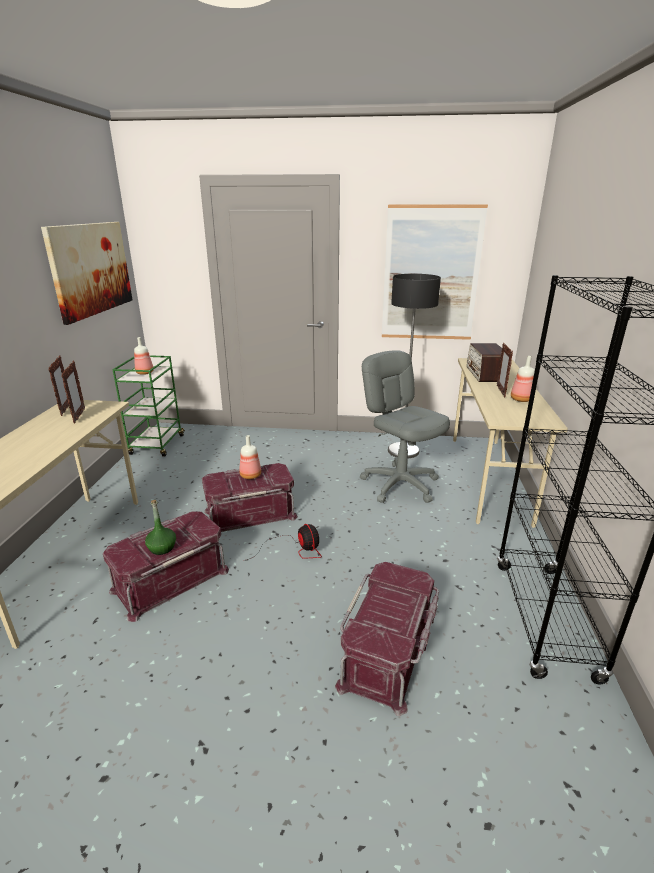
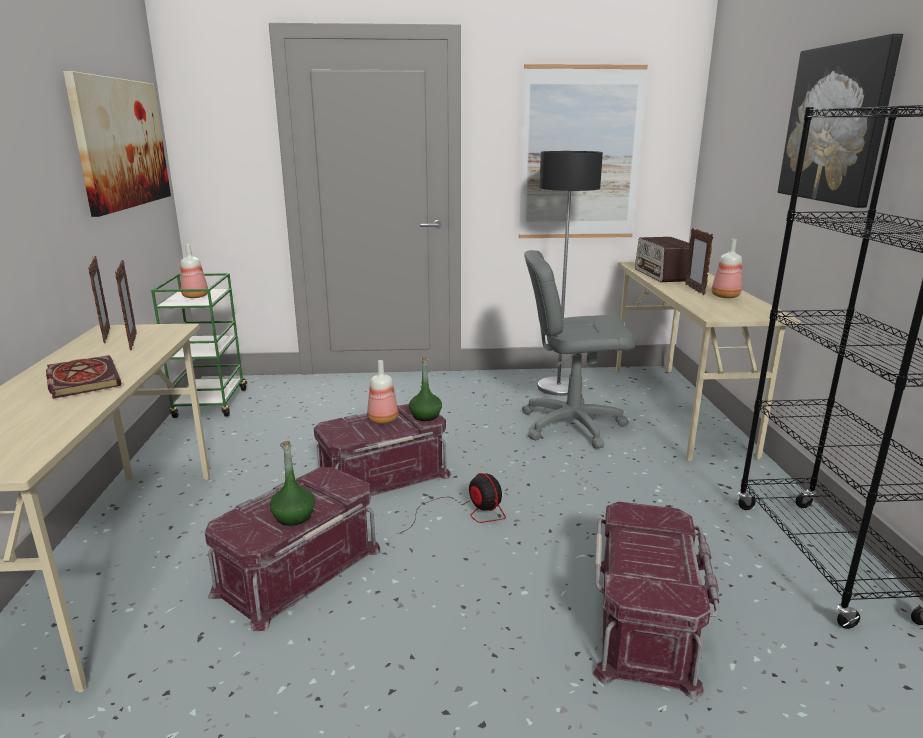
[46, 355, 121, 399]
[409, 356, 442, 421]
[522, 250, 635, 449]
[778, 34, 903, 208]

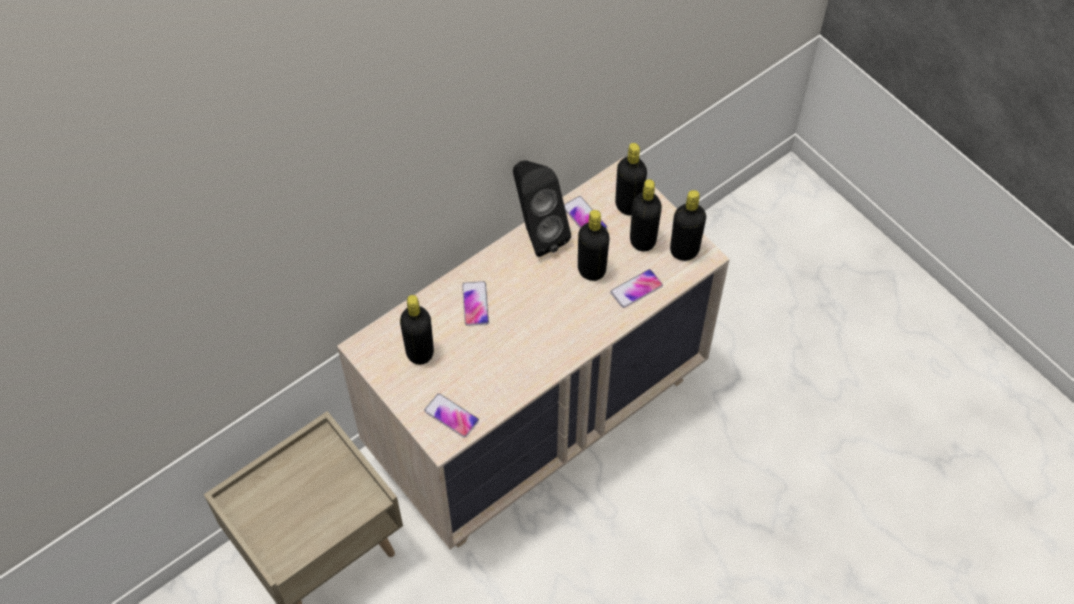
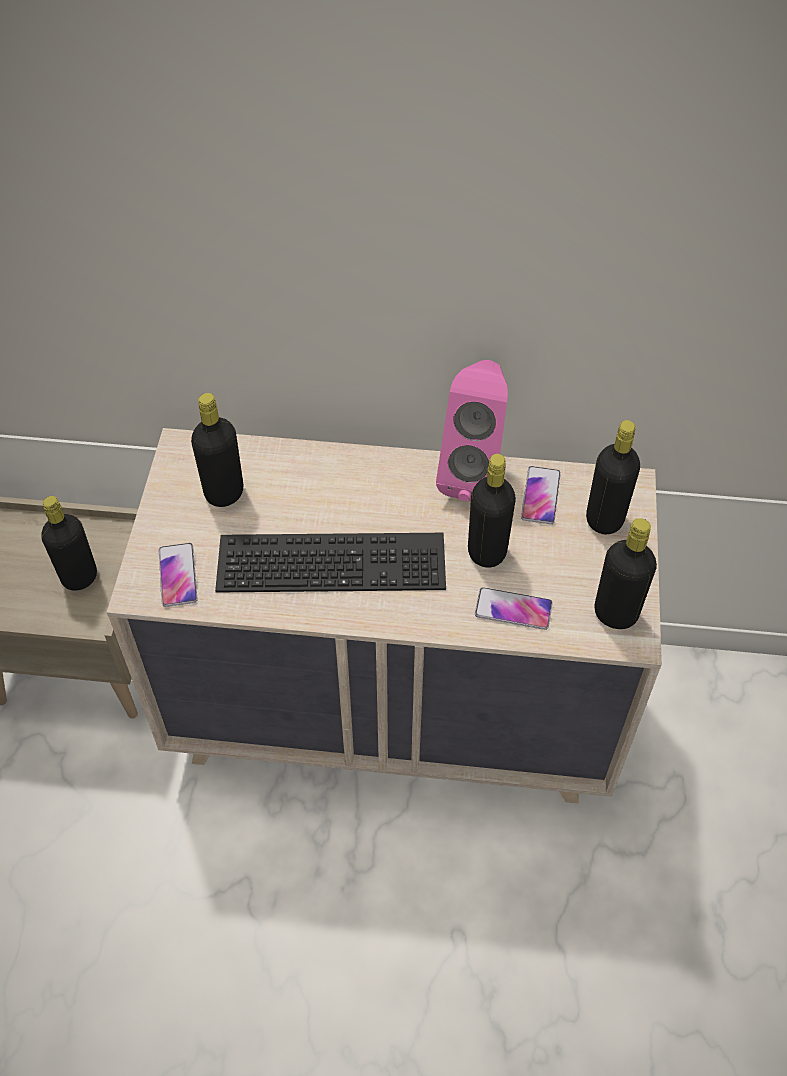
[41, 496, 97, 591]
[215, 533, 446, 593]
[436, 360, 508, 501]
[462, 281, 489, 326] (first image)

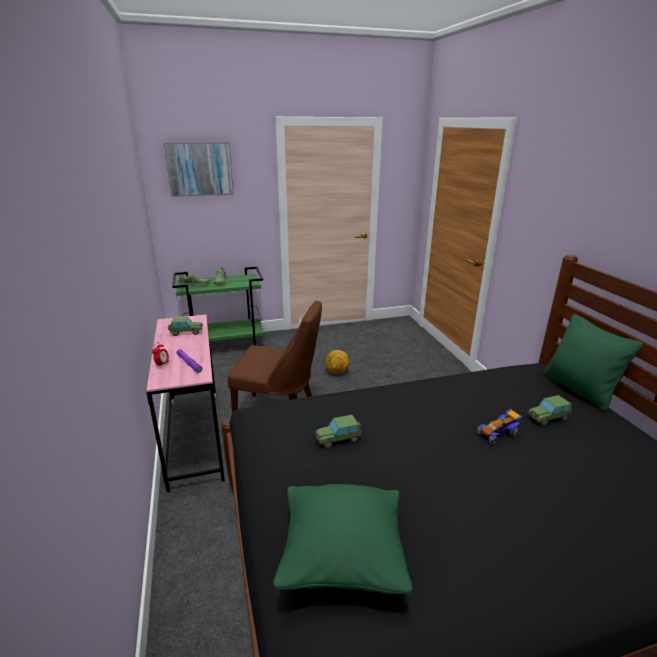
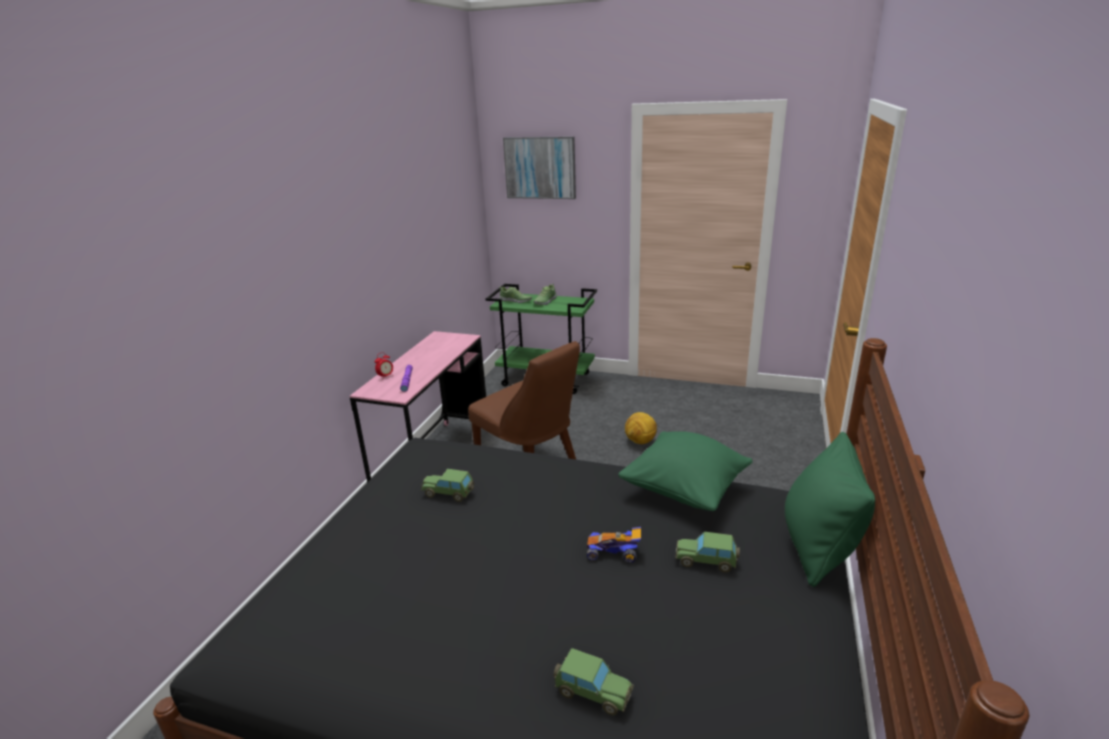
[554, 648, 634, 715]
[618, 431, 753, 511]

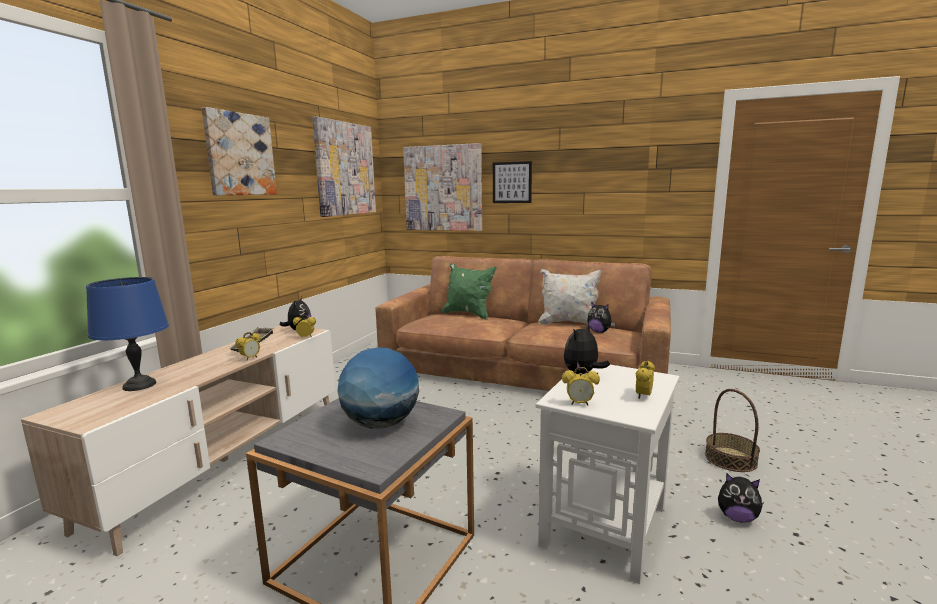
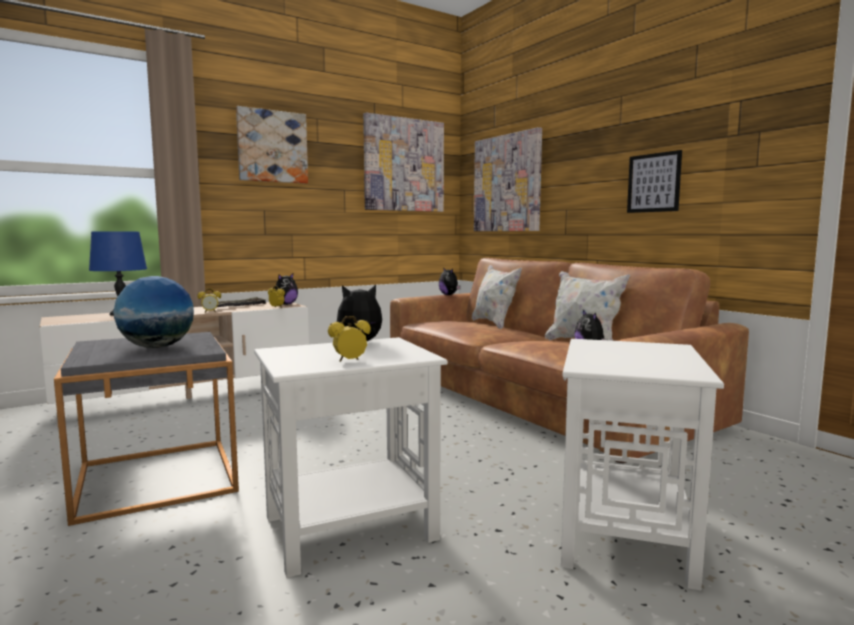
[439, 267, 461, 295]
[472, 265, 522, 329]
[561, 339, 724, 591]
[627, 150, 682, 213]
[562, 367, 600, 405] (first image)

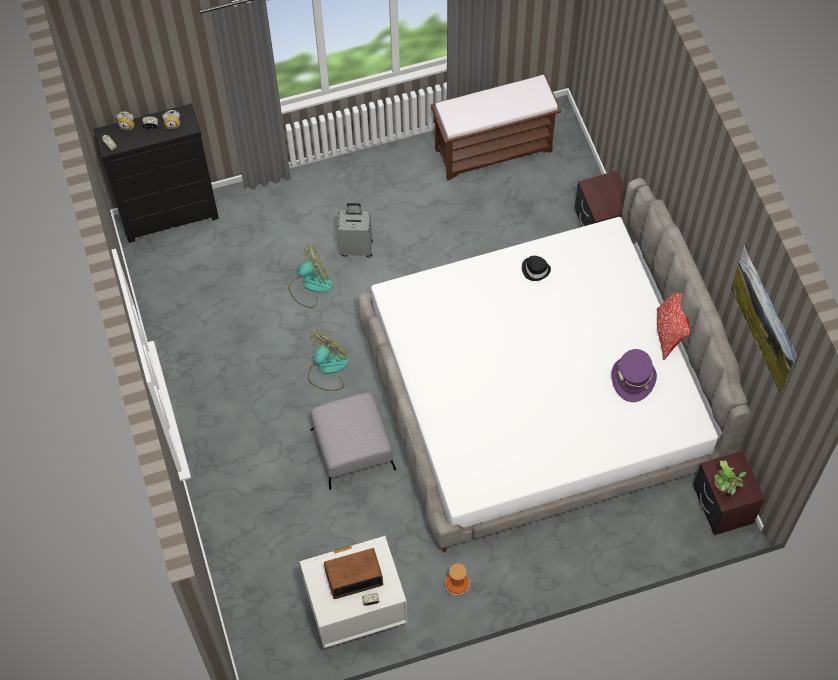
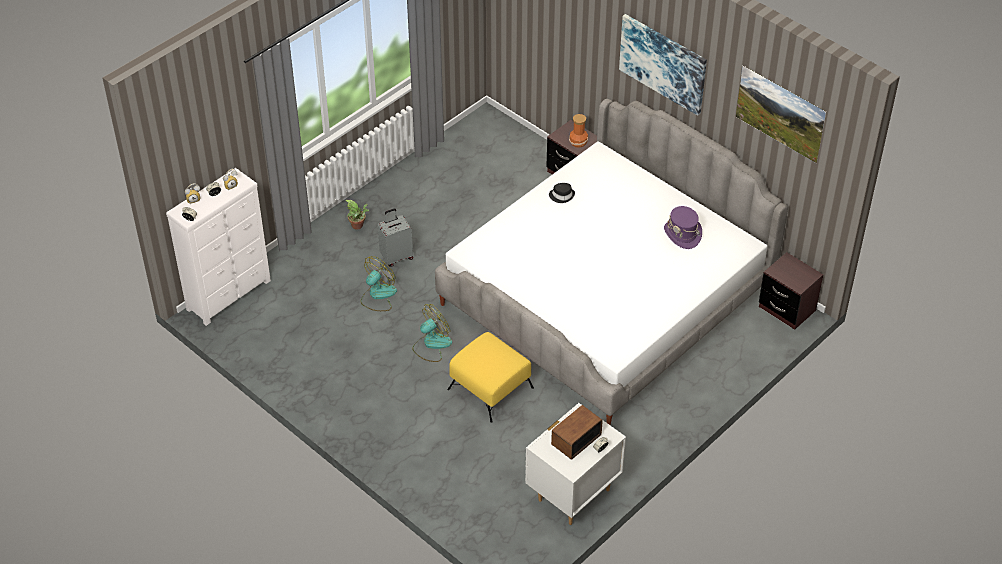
[166, 168, 271, 326]
[346, 200, 369, 230]
[413, 304, 452, 362]
[447, 332, 534, 423]
[569, 114, 588, 148]
[619, 14, 707, 116]
[431, 74, 561, 180] (first image)
[657, 293, 690, 360] (first image)

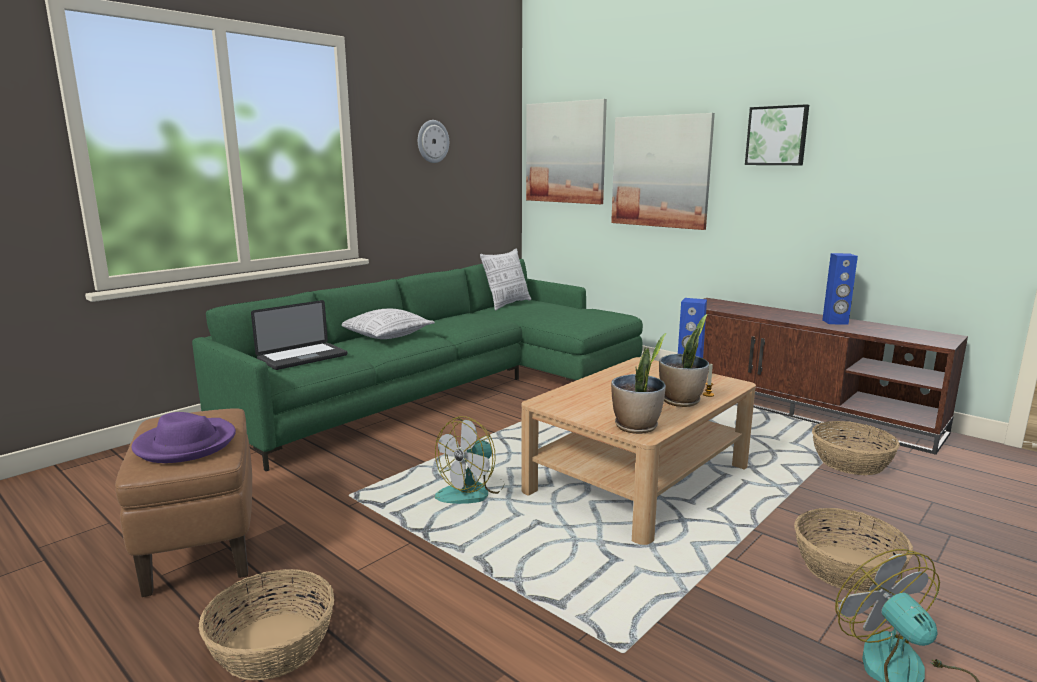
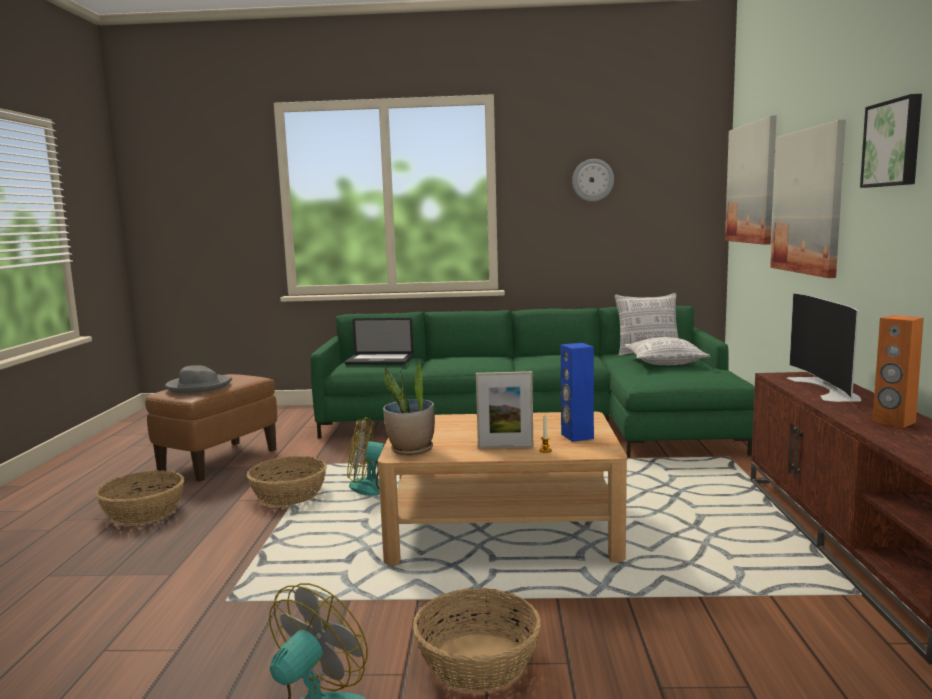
[165, 365, 232, 394]
[247, 456, 327, 507]
[476, 371, 533, 449]
[625, 337, 710, 365]
[786, 293, 861, 402]
[872, 315, 924, 428]

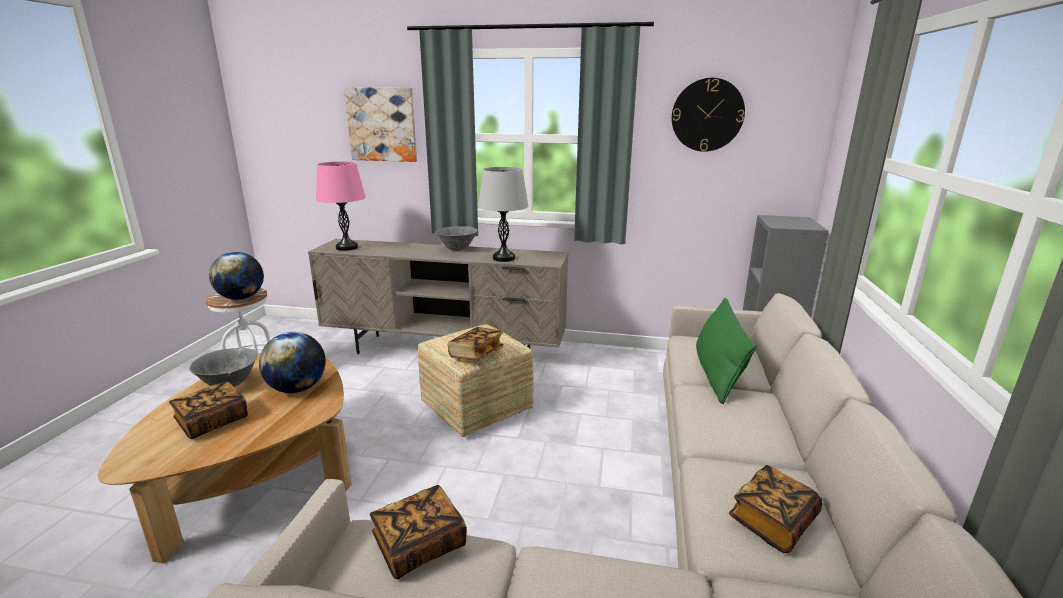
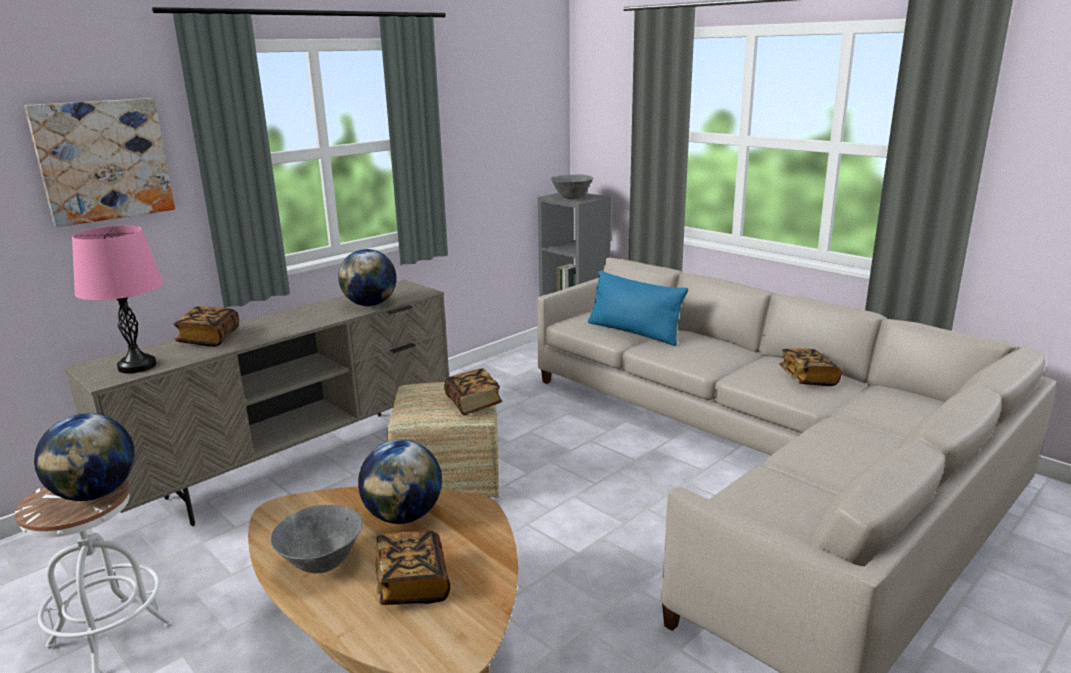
[173, 306, 239, 347]
[338, 249, 397, 306]
[551, 174, 593, 199]
[588, 270, 688, 346]
[672, 78, 745, 152] (first image)

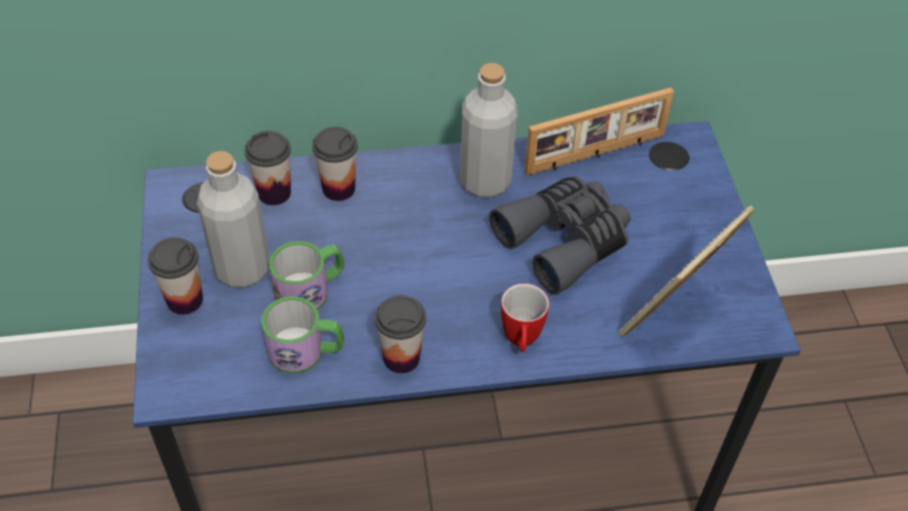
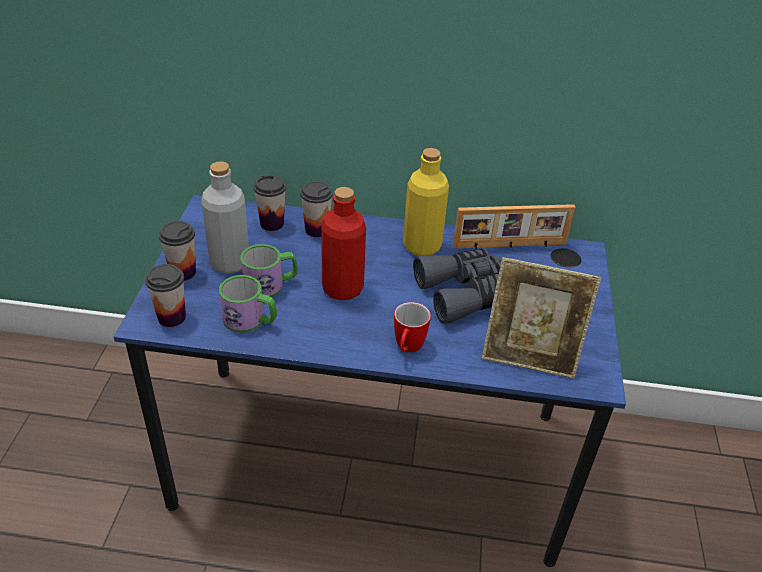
[145, 264, 186, 327]
[321, 187, 366, 300]
[403, 148, 449, 256]
[481, 257, 601, 379]

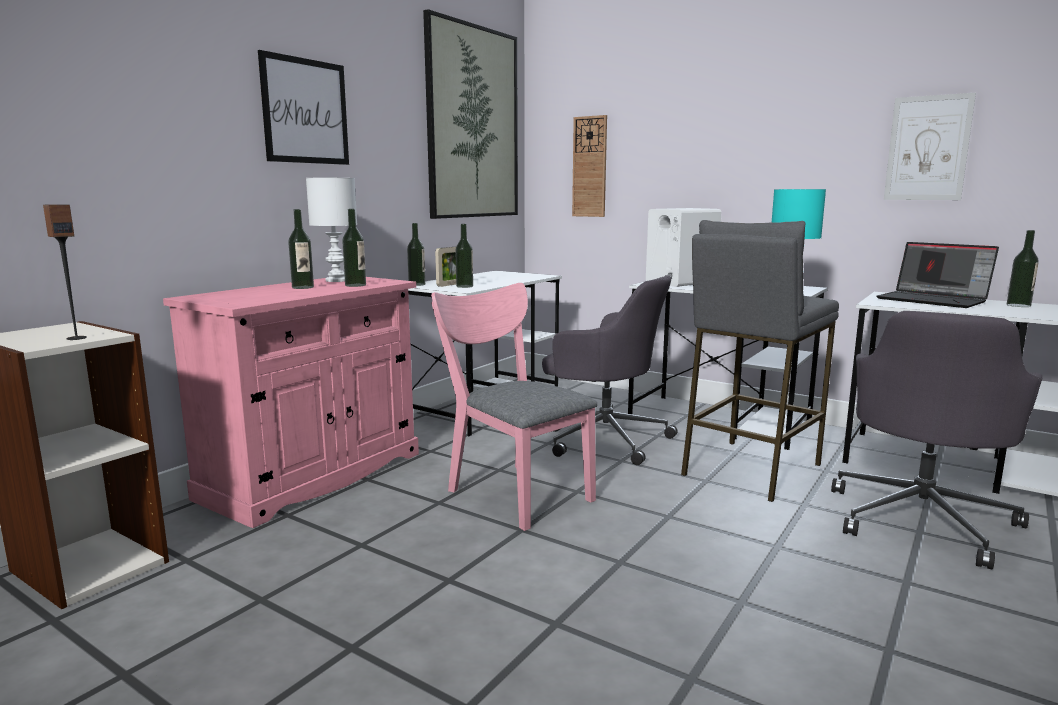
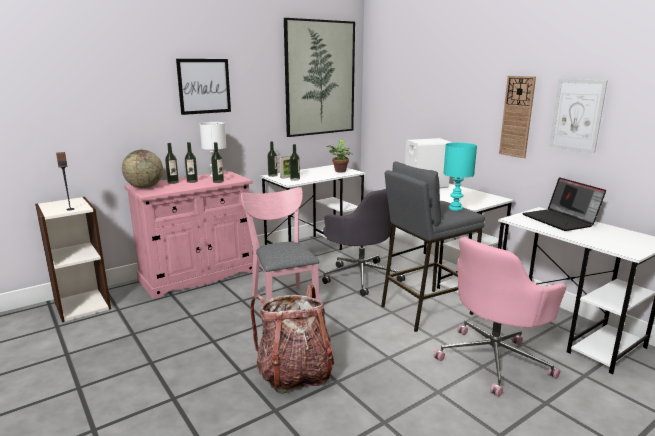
[122, 150, 163, 189]
[165, 143, 179, 184]
[250, 284, 334, 394]
[327, 140, 352, 173]
[434, 237, 567, 397]
[499, 76, 536, 158]

